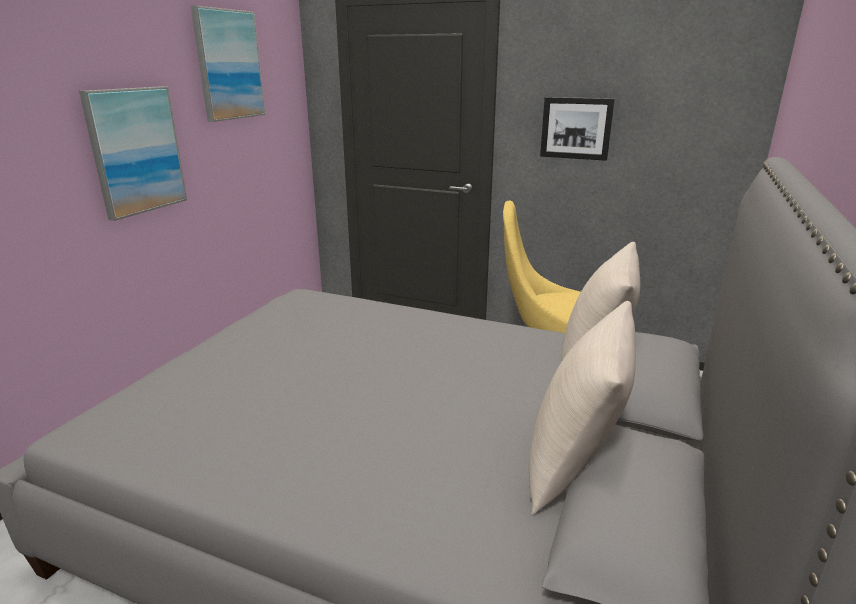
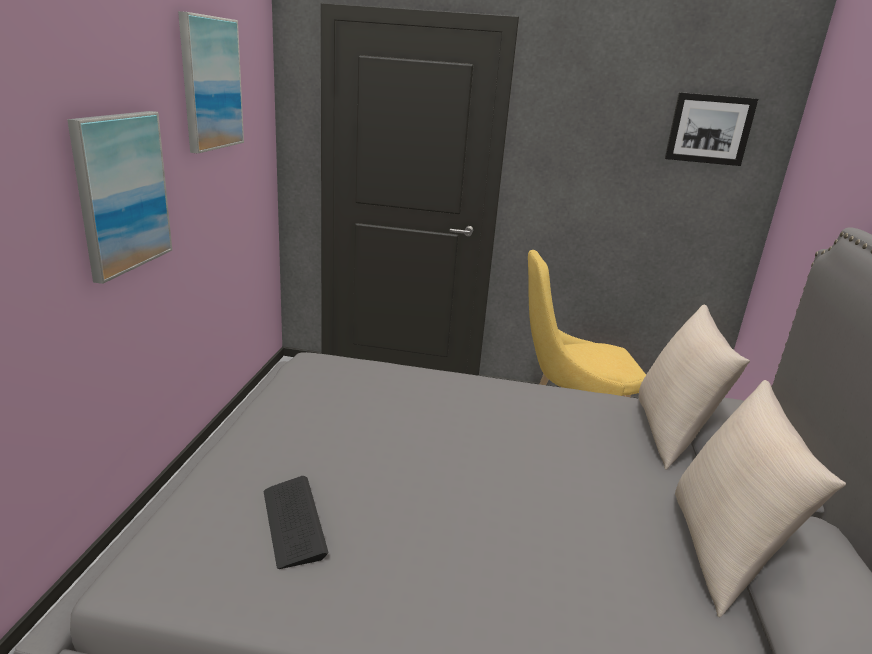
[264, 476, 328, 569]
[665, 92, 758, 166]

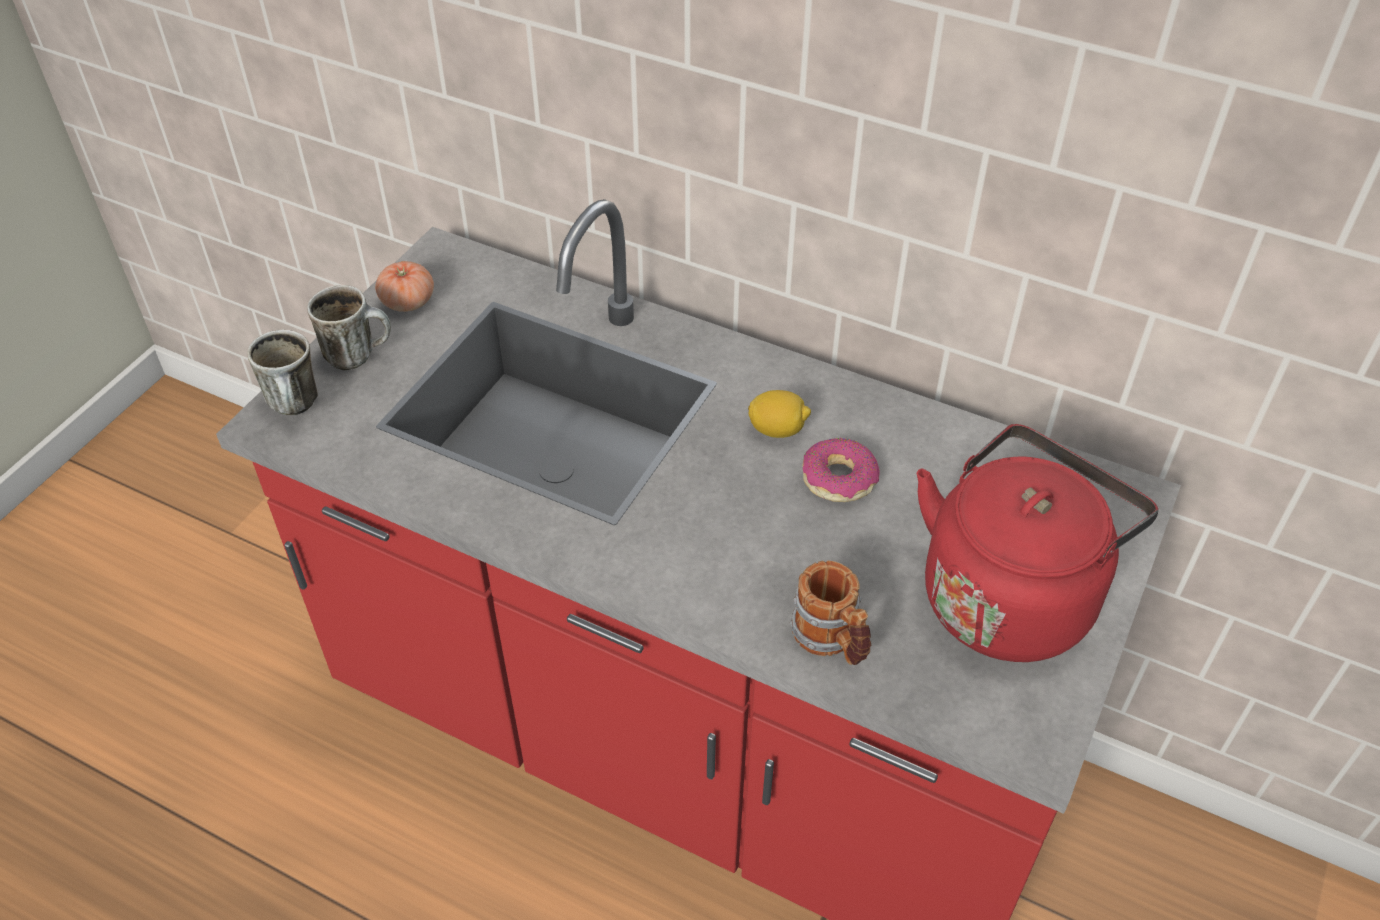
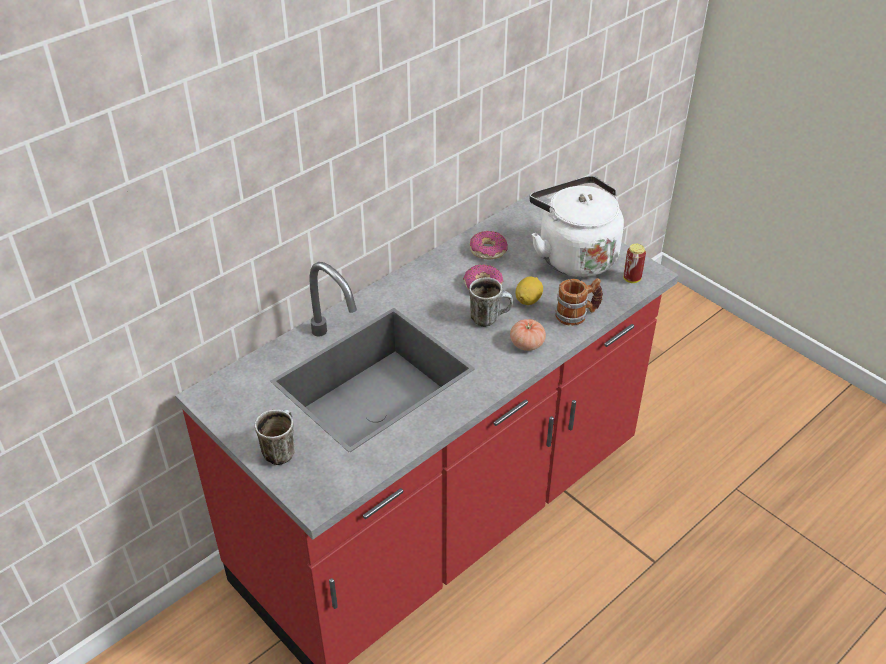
[469, 277, 513, 327]
[470, 231, 508, 259]
[510, 319, 546, 351]
[516, 276, 543, 305]
[530, 176, 624, 277]
[623, 244, 646, 283]

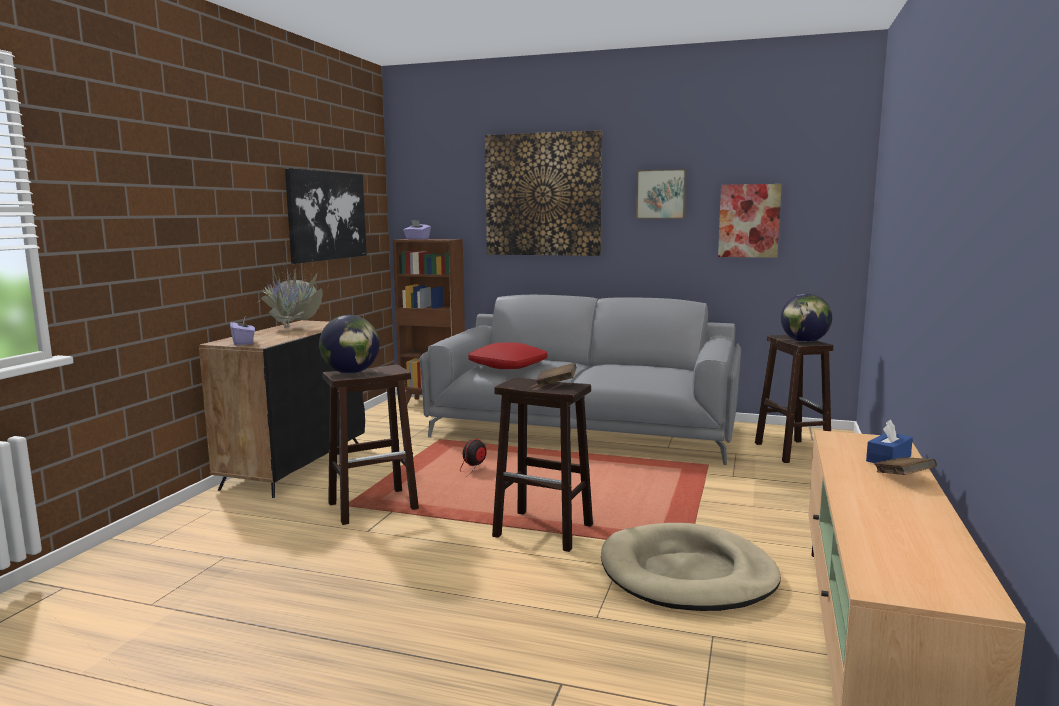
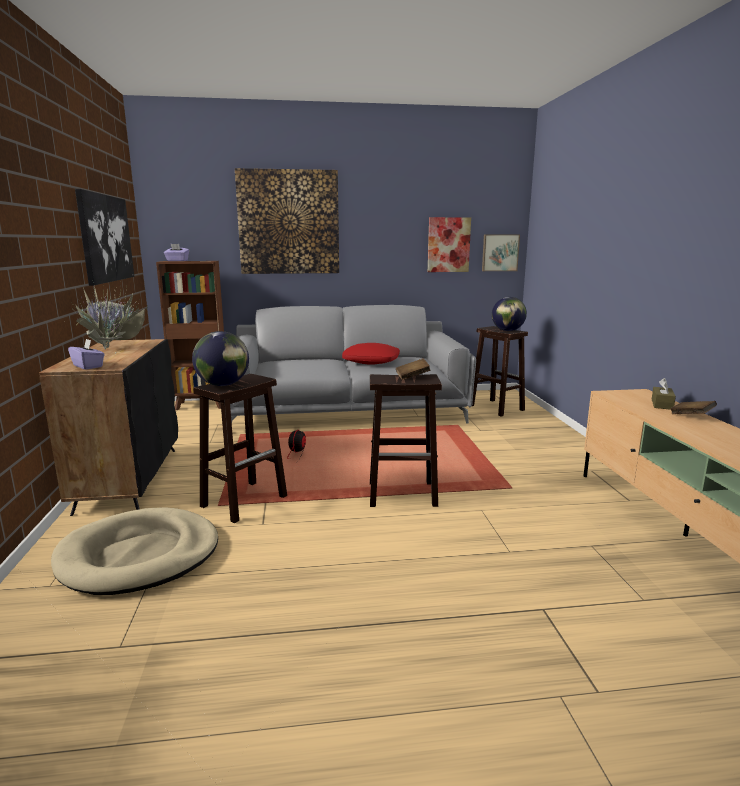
[51, 507, 218, 595]
[342, 343, 400, 364]
[482, 234, 520, 271]
[652, 378, 676, 410]

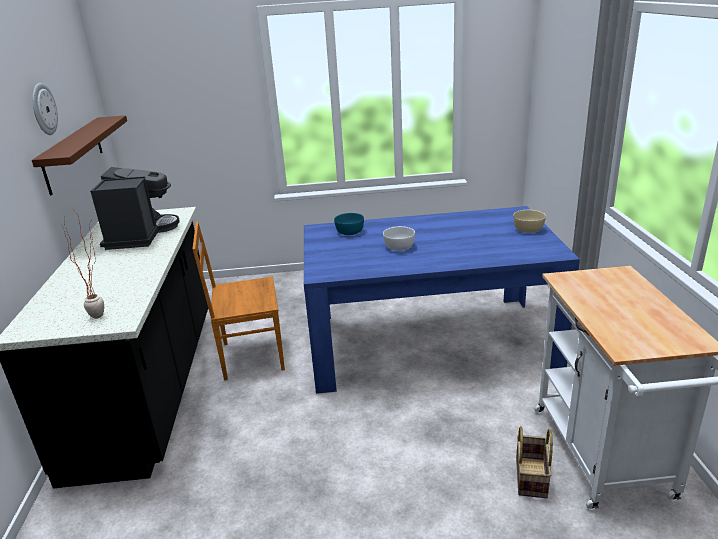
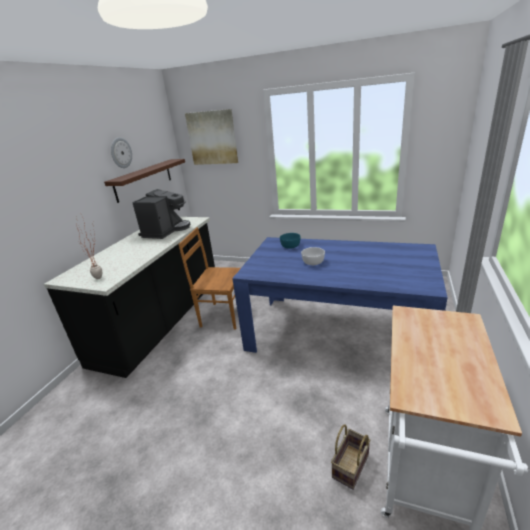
[185, 109, 238, 165]
[513, 210, 546, 233] (first image)

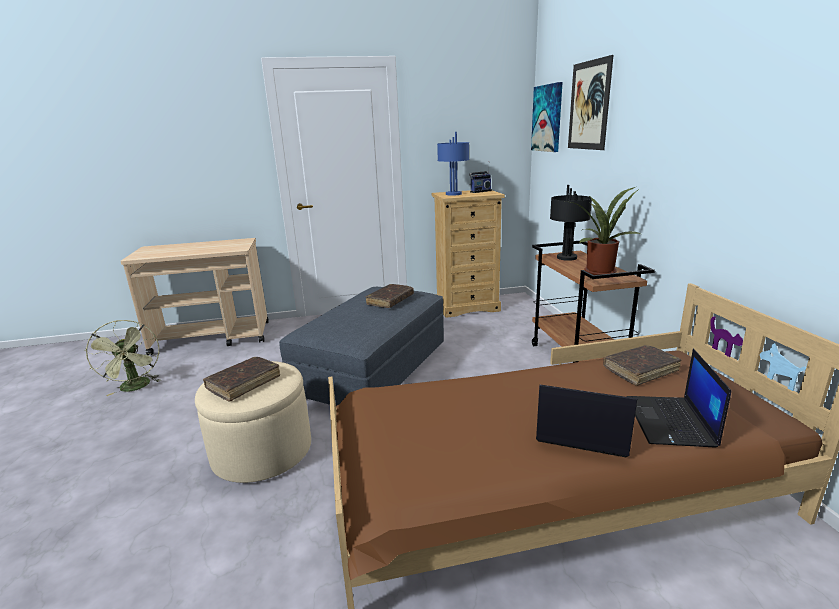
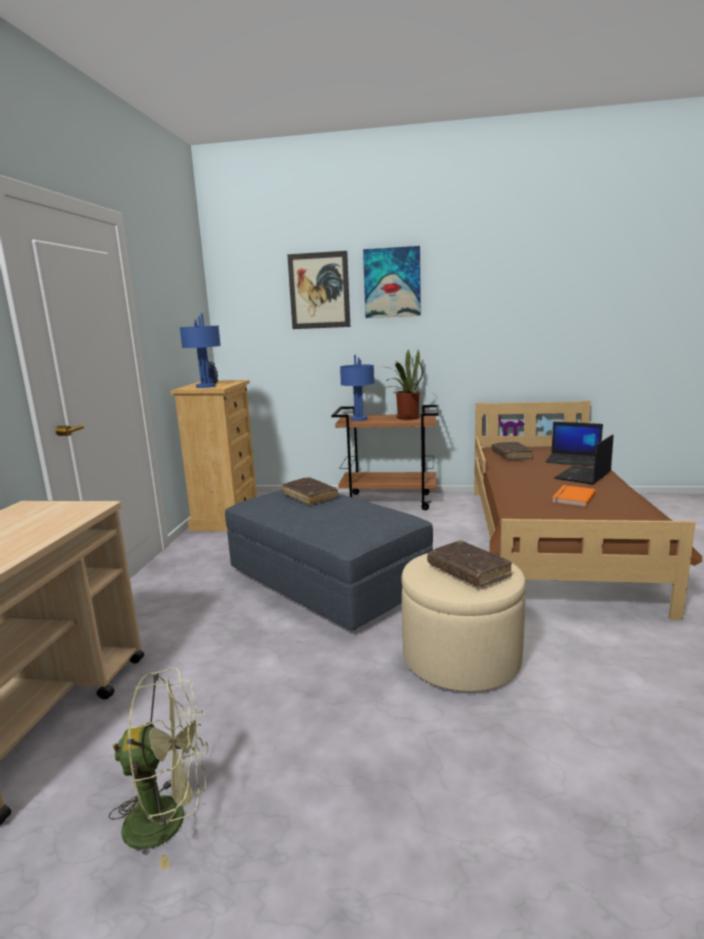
[340, 355, 374, 421]
[363, 246, 421, 318]
[552, 485, 596, 507]

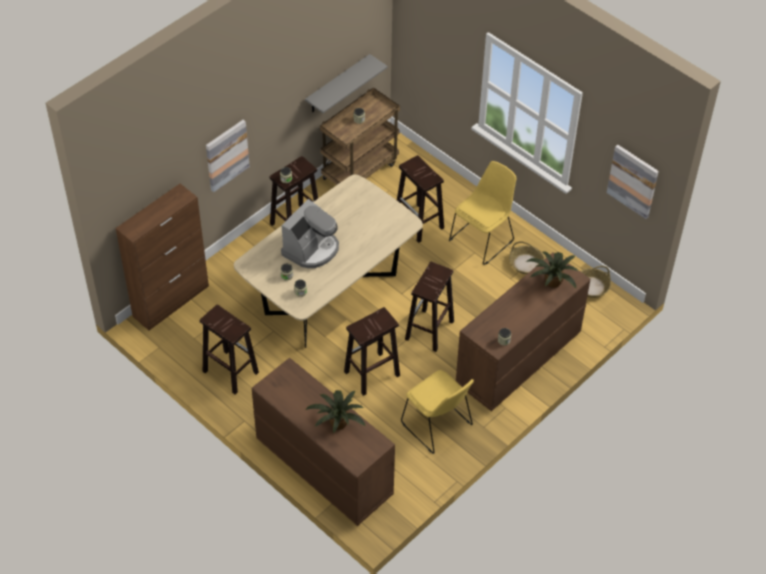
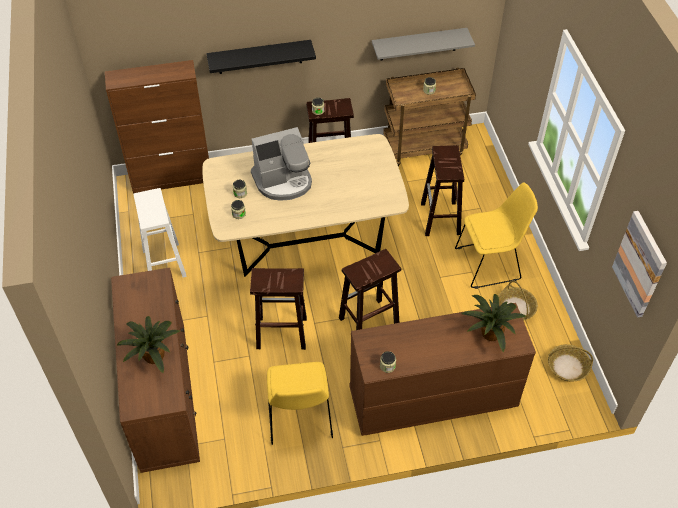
[133, 188, 187, 278]
[206, 40, 316, 74]

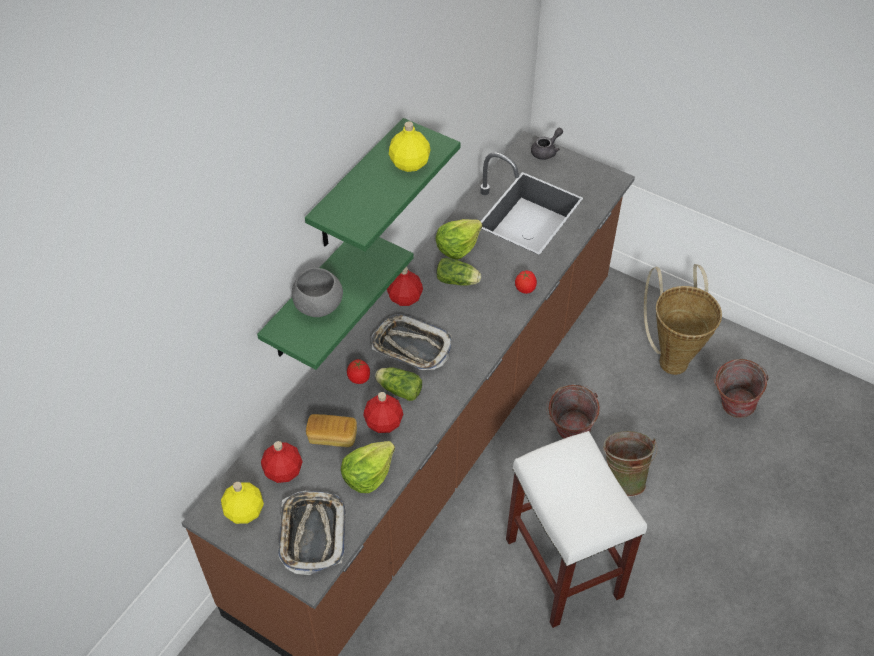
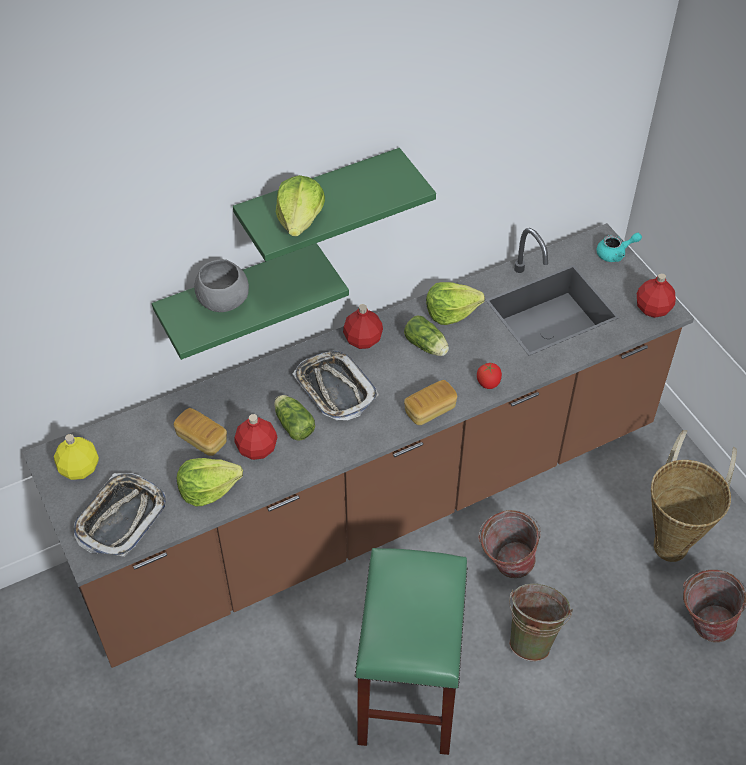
[276, 175, 325, 236]
[355, 548, 468, 755]
[404, 380, 457, 425]
[596, 233, 642, 262]
[637, 273, 676, 318]
[347, 359, 370, 384] (first image)
[389, 121, 431, 172] (first image)

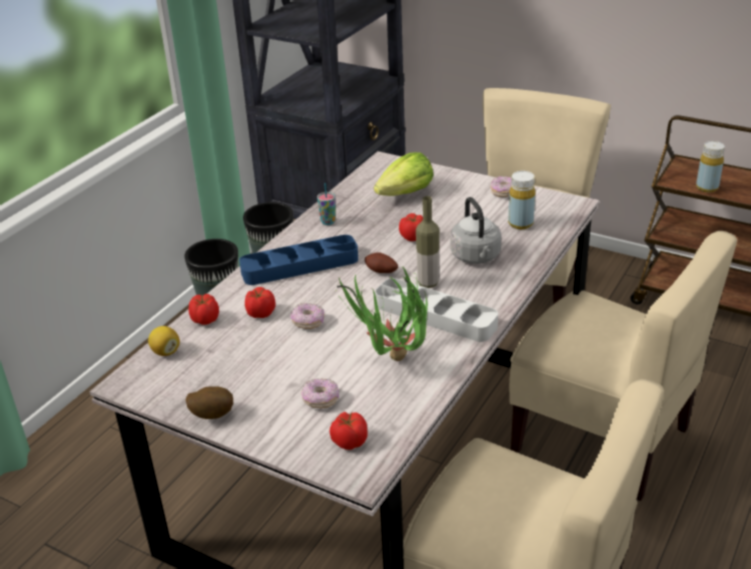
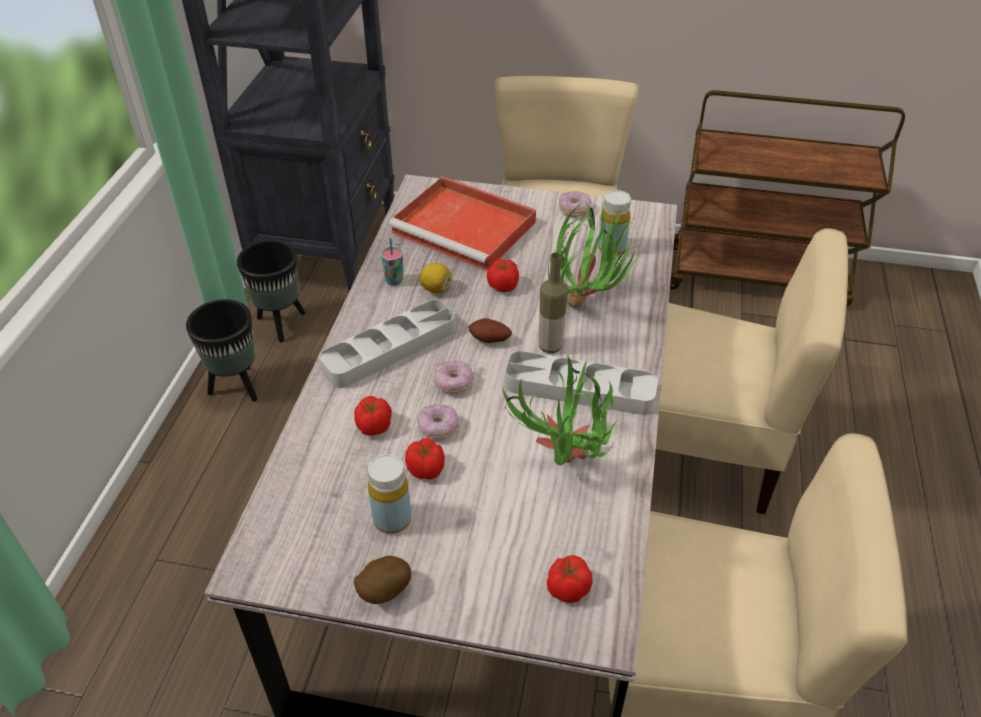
[319, 299, 455, 388]
[368, 454, 411, 534]
[389, 176, 536, 271]
[405, 438, 445, 480]
[420, 263, 452, 293]
[433, 361, 473, 393]
[548, 202, 643, 308]

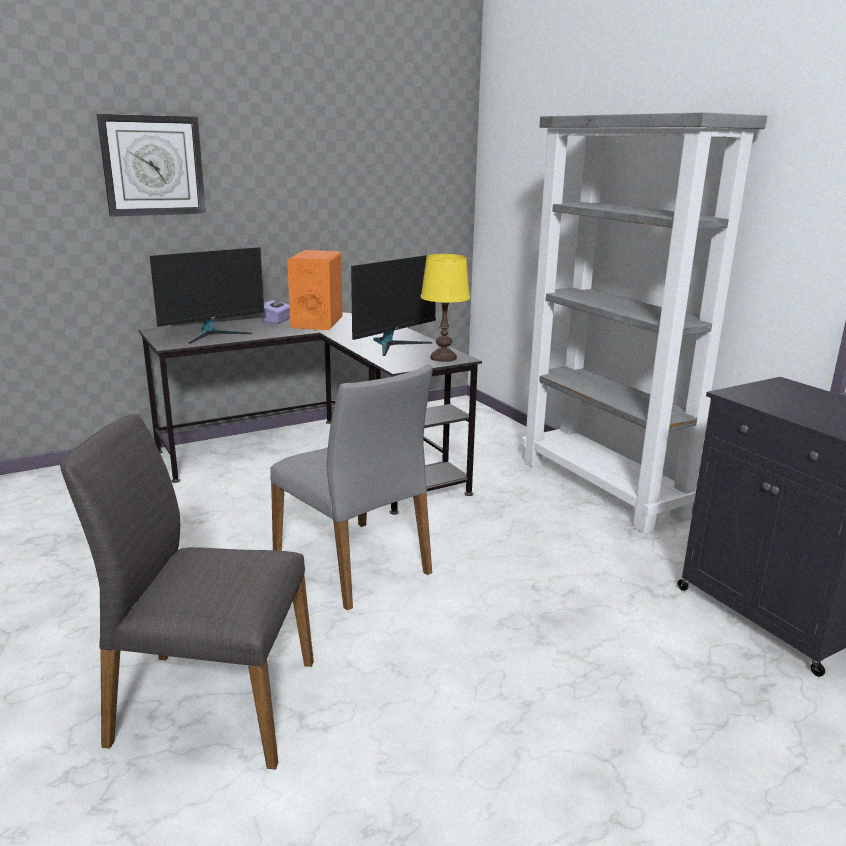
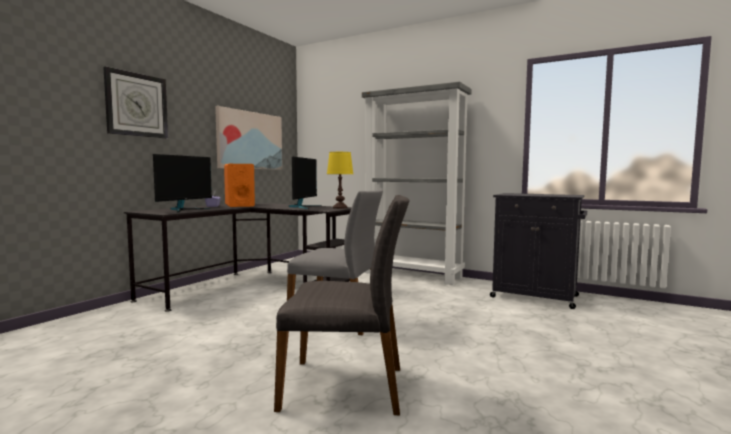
[215, 106, 282, 170]
[274, 195, 410, 415]

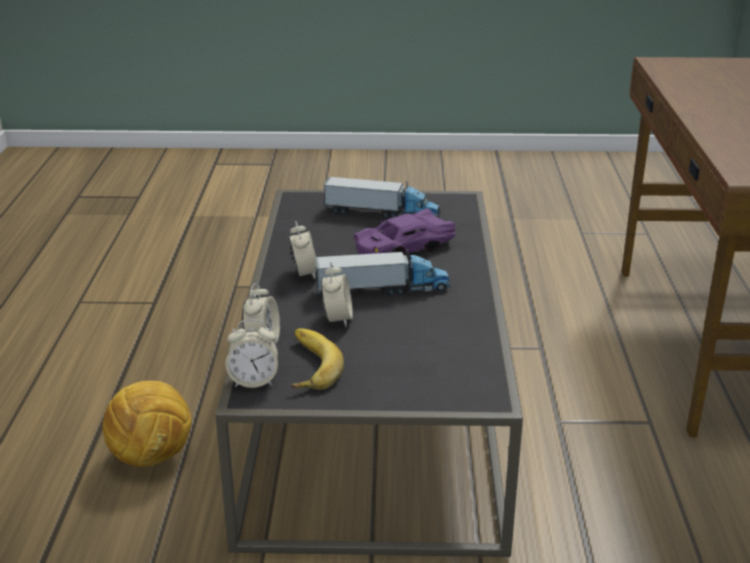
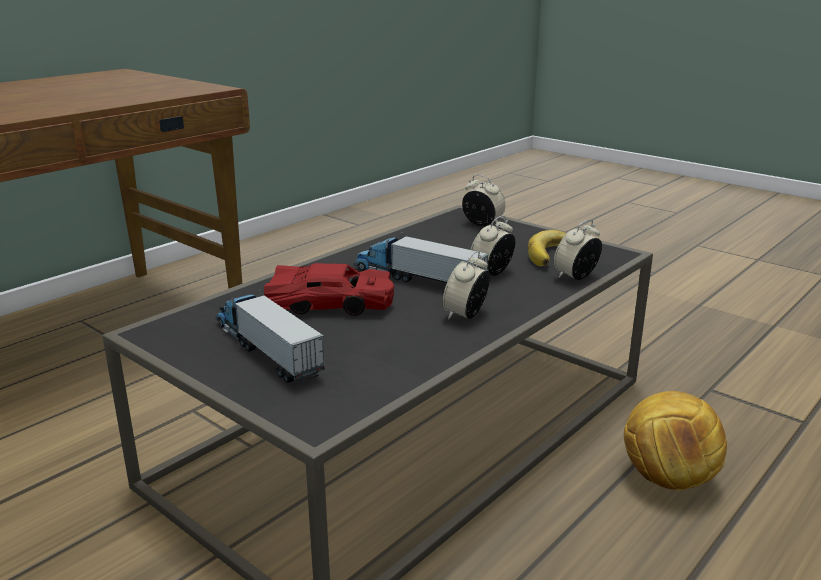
[264, 263, 394, 316]
[462, 175, 506, 226]

